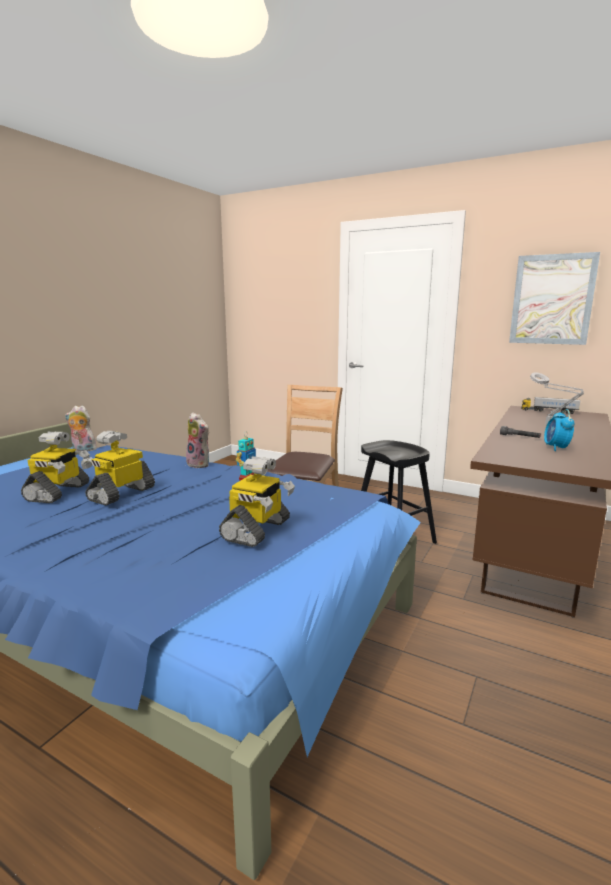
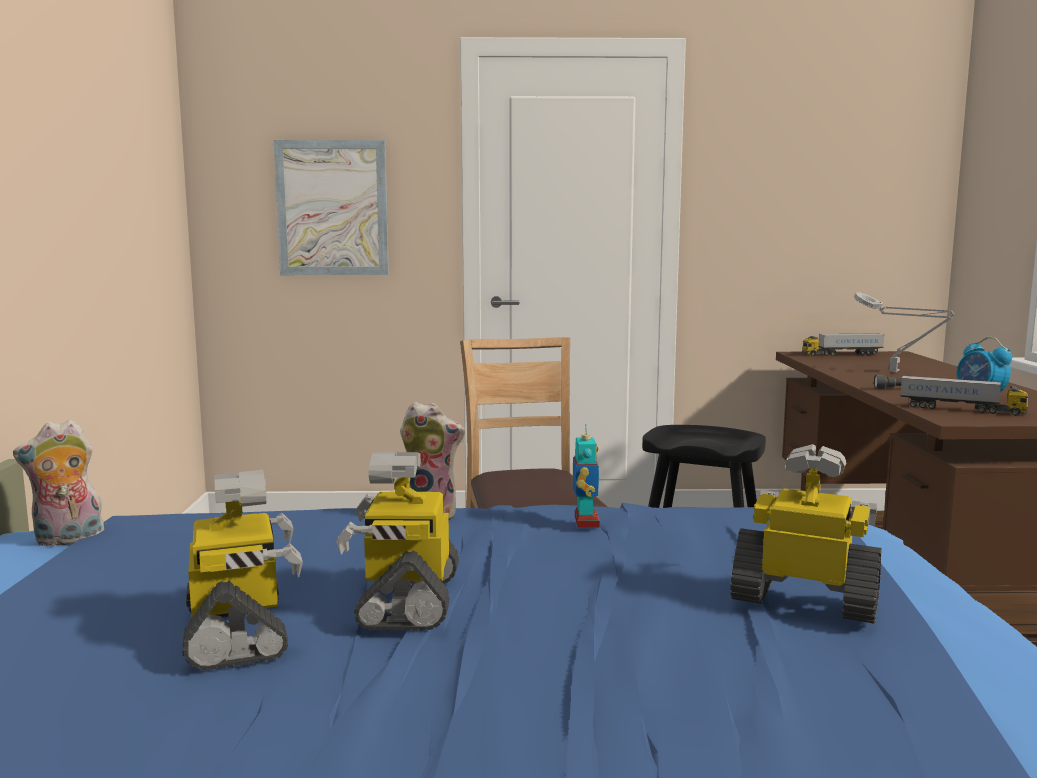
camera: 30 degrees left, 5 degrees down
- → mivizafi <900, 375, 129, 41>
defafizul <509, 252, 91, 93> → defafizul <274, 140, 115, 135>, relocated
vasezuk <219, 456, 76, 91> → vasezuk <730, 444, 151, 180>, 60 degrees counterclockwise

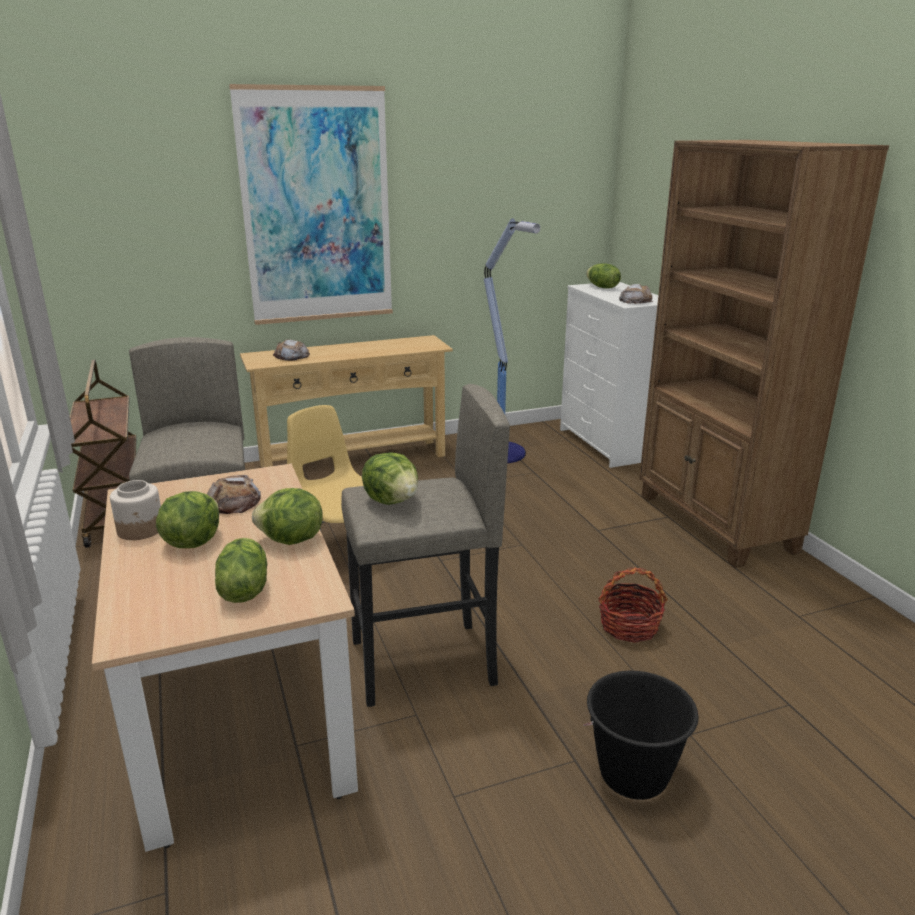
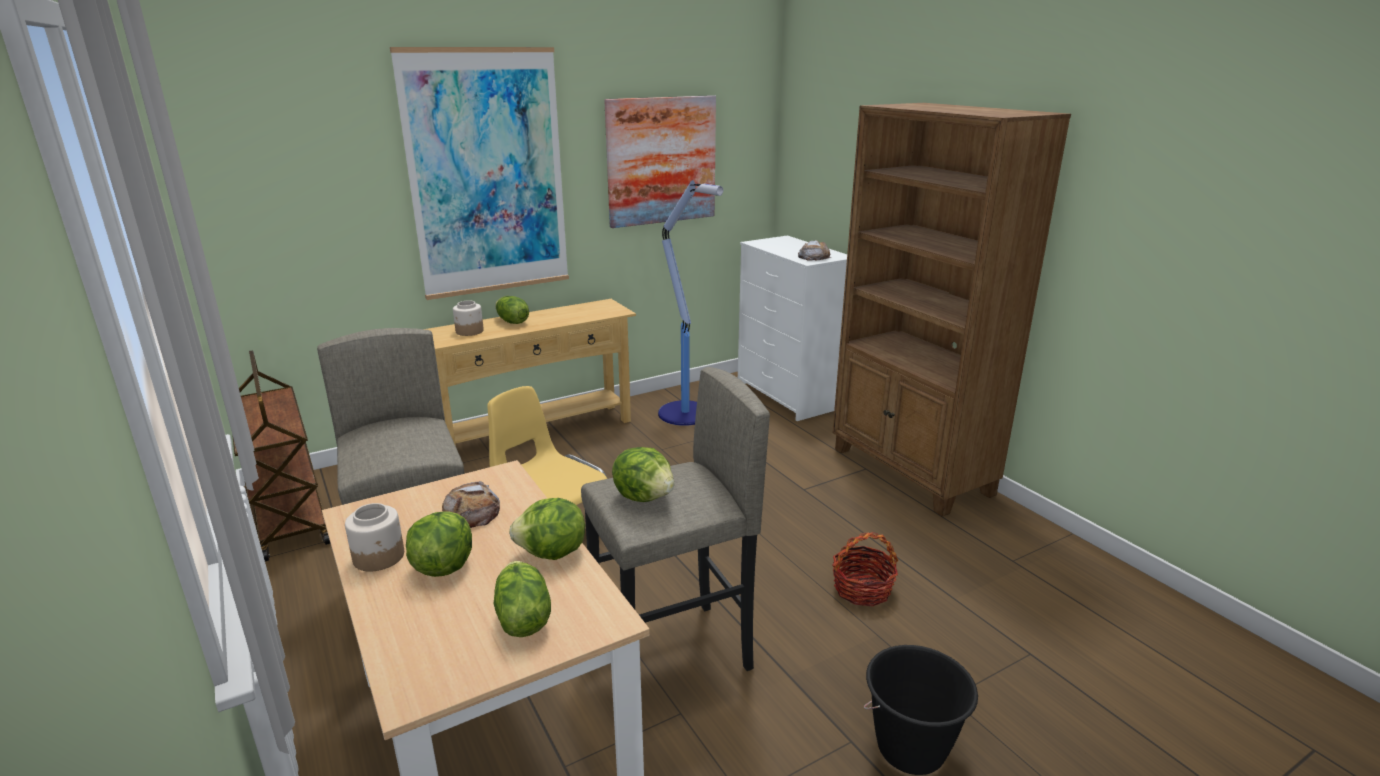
camera: 10 degrees left, 0 degrees up
- → defafizul <604, 95, 112, 133>
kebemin <586, 263, 35, 25> → kebemin <495, 296, 34, 28>, relocated
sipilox <273, 339, 37, 22> → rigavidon <453, 300, 31, 36>

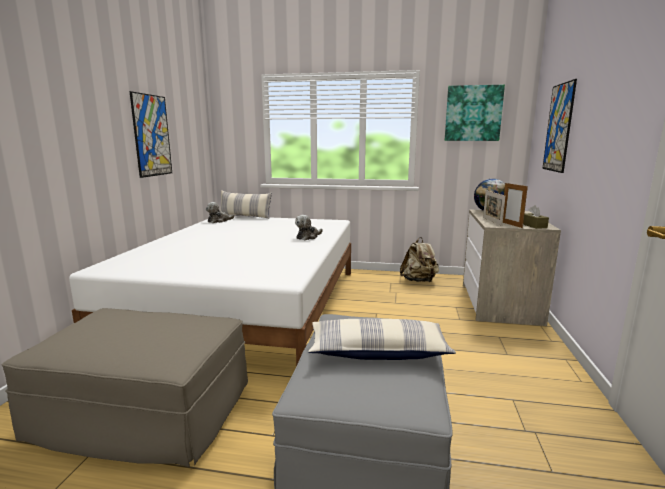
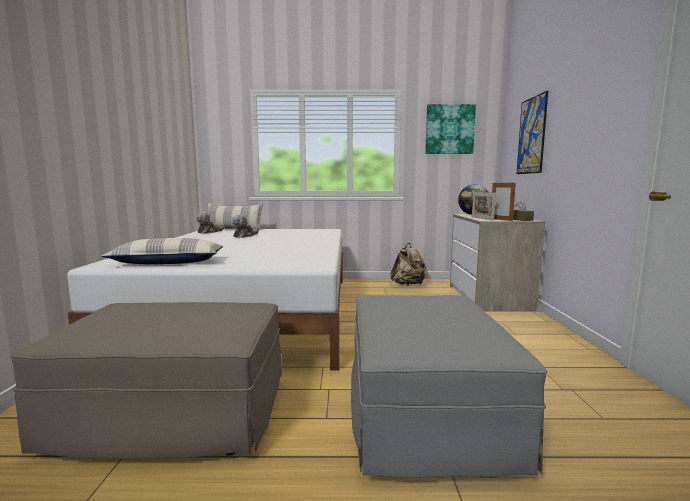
camera: 10 degrees left, 5 degrees down
defafizul <129, 91, 43, 87> → -
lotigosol <295, 215, 28, 25> → lotigosol <232, 214, 27, 24>, relocated
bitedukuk <308, 319, 148, 41> → bitedukuk <101, 238, 122, 27>, relocated

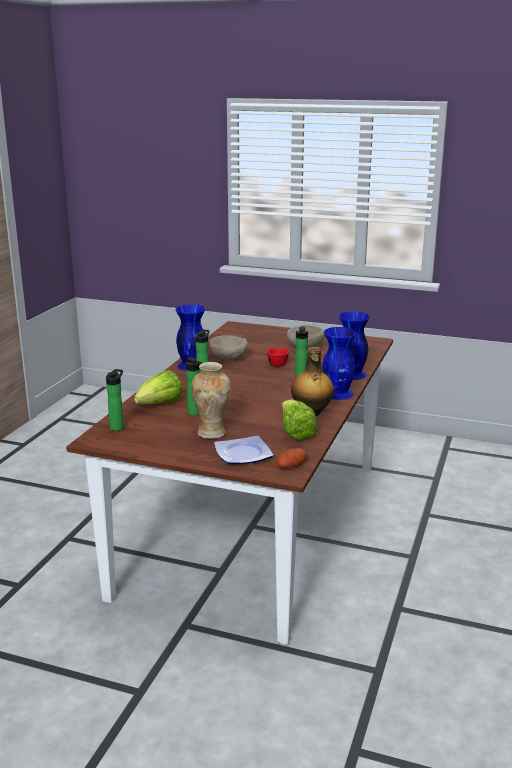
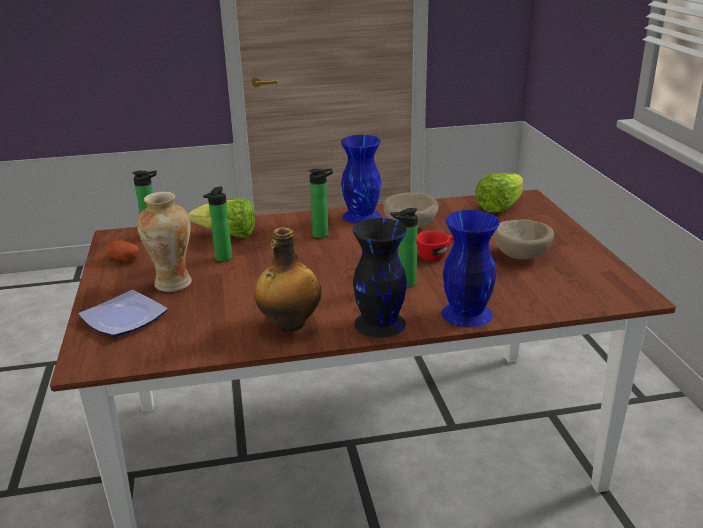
camera: 60 degrees right, 5 degrees up
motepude <276, 448, 31, 20> → motepude <105, 241, 34, 21>, relocated
kebemin <281, 399, 36, 41> → kebemin <475, 173, 48, 40>, relocated
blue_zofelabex <322, 327, 35, 73> → black_zofelabex <353, 218, 54, 120>

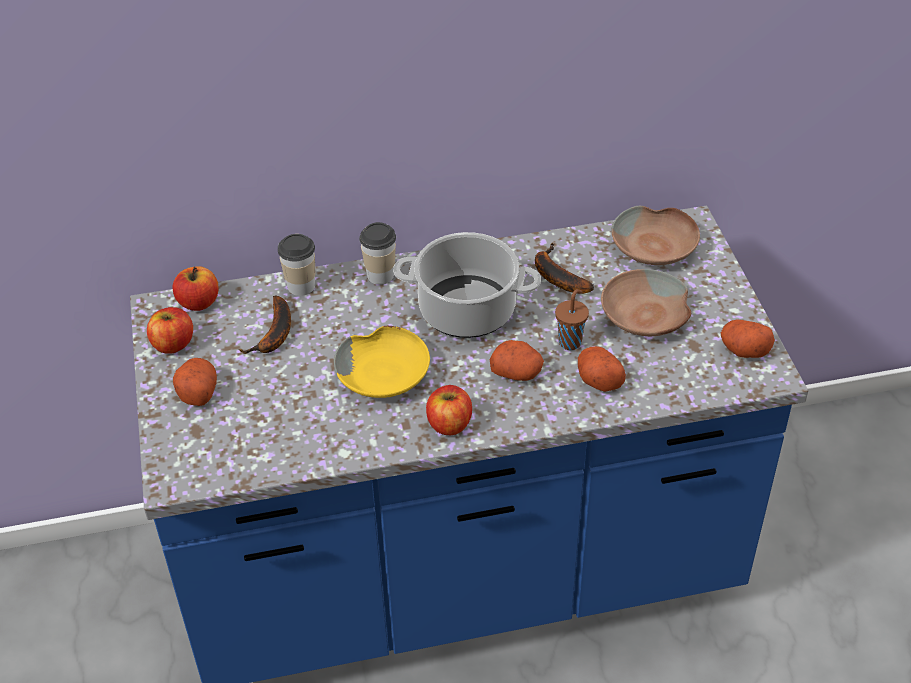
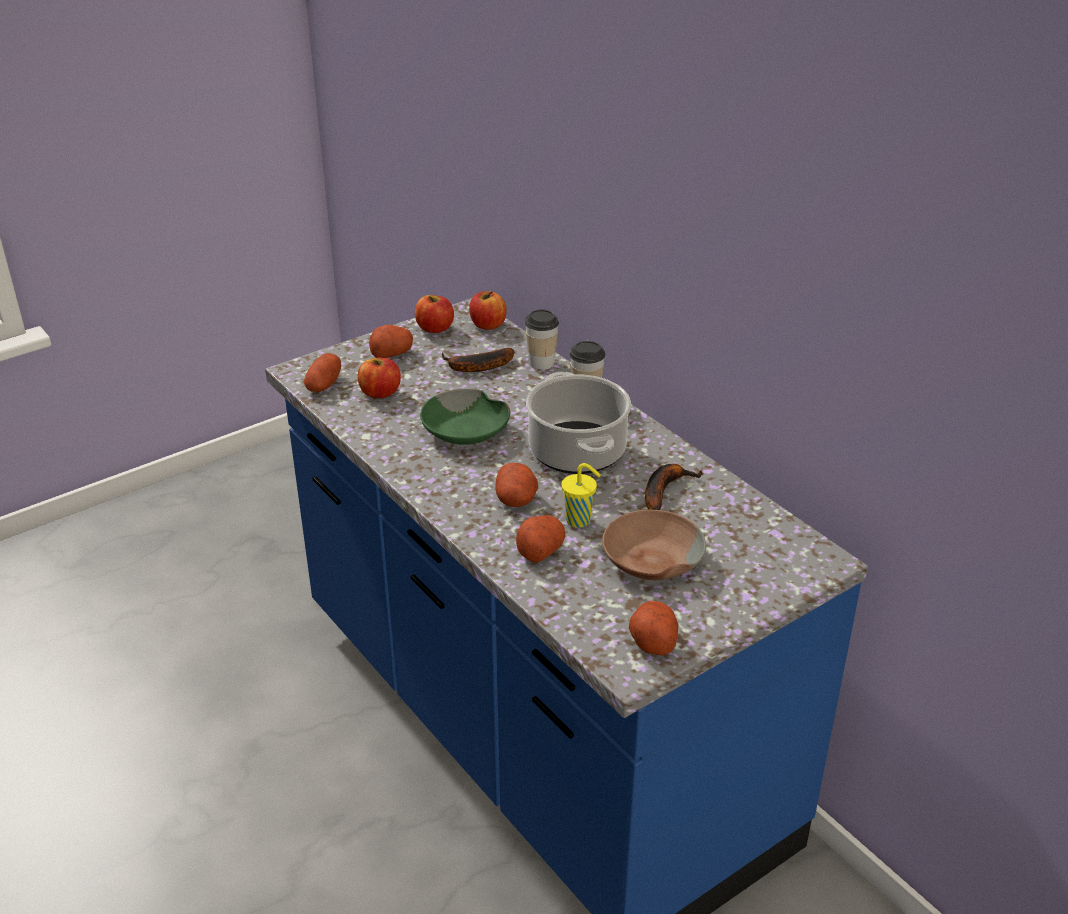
camera: 65 degrees right, 10 degrees down
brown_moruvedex <612, 206, 88, 59> → -
- → motepude <304, 353, 37, 39>
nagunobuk <426, 385, 46, 50> → nagunobuk <358, 358, 43, 40>, relocated
yellow_moruvedex <334, 326, 96, 72> → green_moruvedex <420, 388, 90, 57>
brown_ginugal <555, 289, 34, 61> → yellow_ginugal <562, 463, 39, 65>

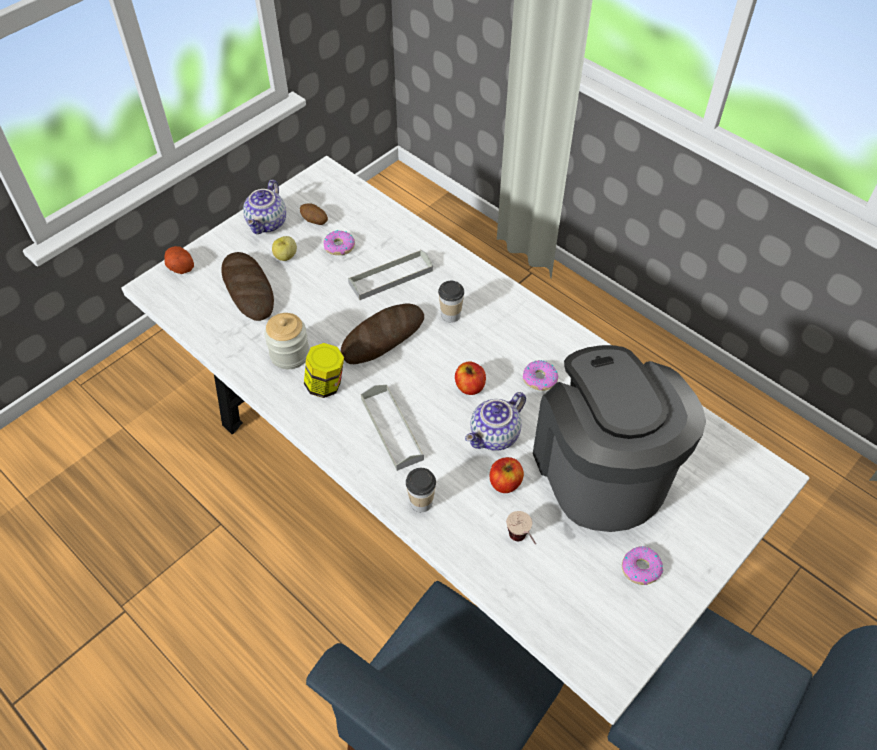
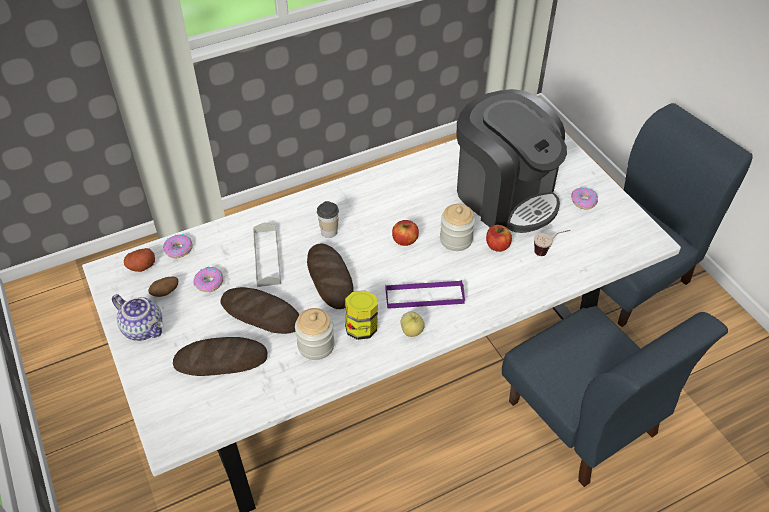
camera: 70 degrees left, 5 degrees down
ginugal <406, 468, 30, 44> → -
- → sipilox <221, 287, 78, 47>
motepude <164, 246, 30, 28> → motepude <124, 248, 31, 24>, relocated
nagunobuk <272, 236, 25, 25> → nagunobuk <400, 311, 25, 26>, relocated
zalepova <523, 360, 36, 31> → zalepova <163, 234, 30, 24>, relocated
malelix <465, 392, 61, 59> → rigavidon <440, 204, 35, 47>
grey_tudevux <361, 385, 63, 86> → purple_tudevux <386, 280, 79, 29>
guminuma <533, 345, 173, 187> → guminuma <456, 89, 111, 144>, 135 degrees counterclockwise

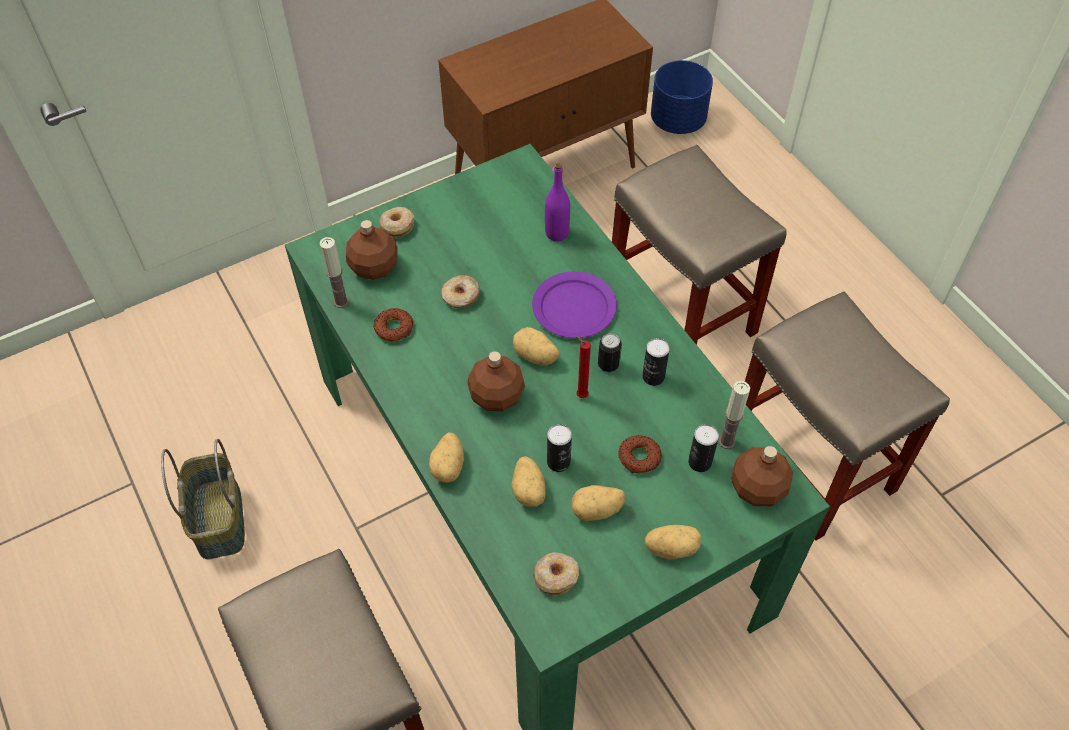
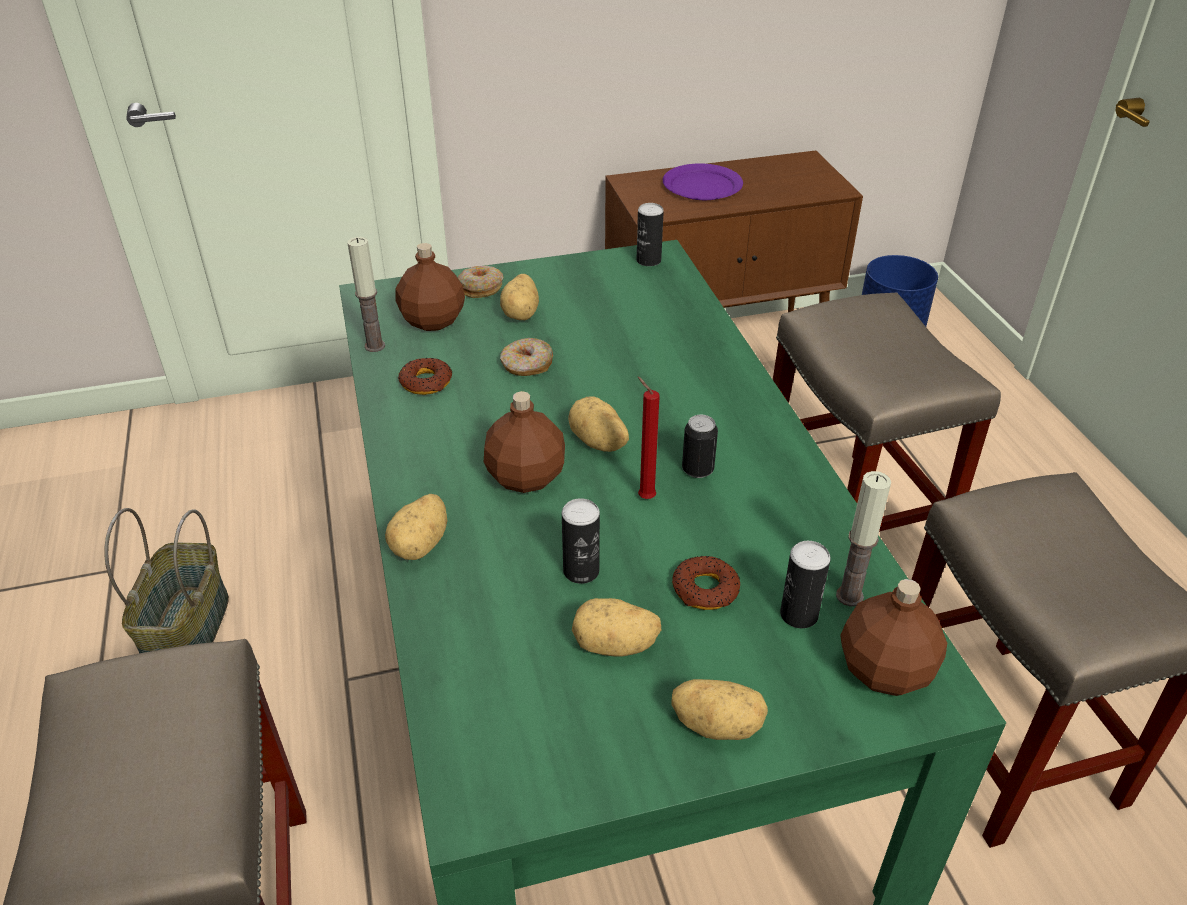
camera: 15 degrees right, 15 degrees down
zalepova <533, 552, 46, 43> → -
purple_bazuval <545, 163, 25, 78> → -
motepude <511, 456, 35, 51> → motepude <500, 274, 39, 46>, relocated
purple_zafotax <532, 271, 85, 67> → purple_zafotax <663, 163, 80, 37>, relocated
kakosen <642, 338, 28, 48> → kakosen <636, 203, 28, 63>, relocated

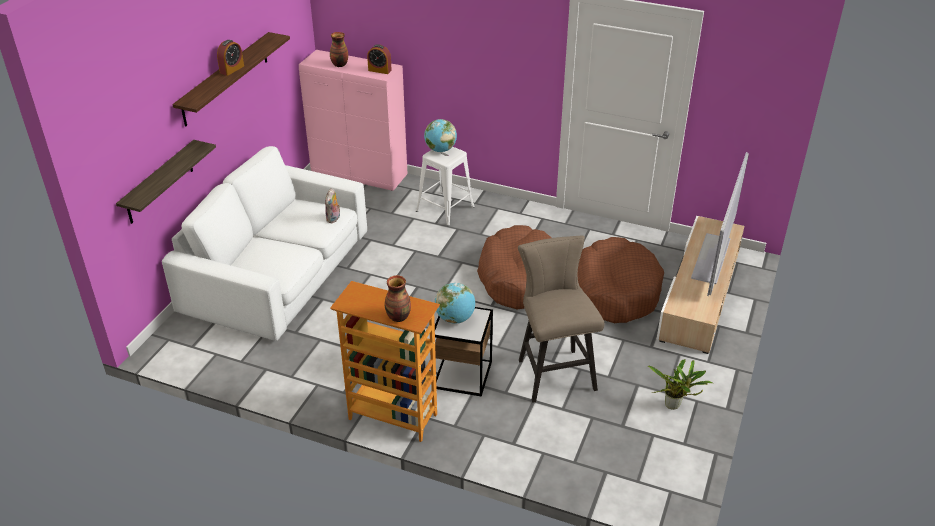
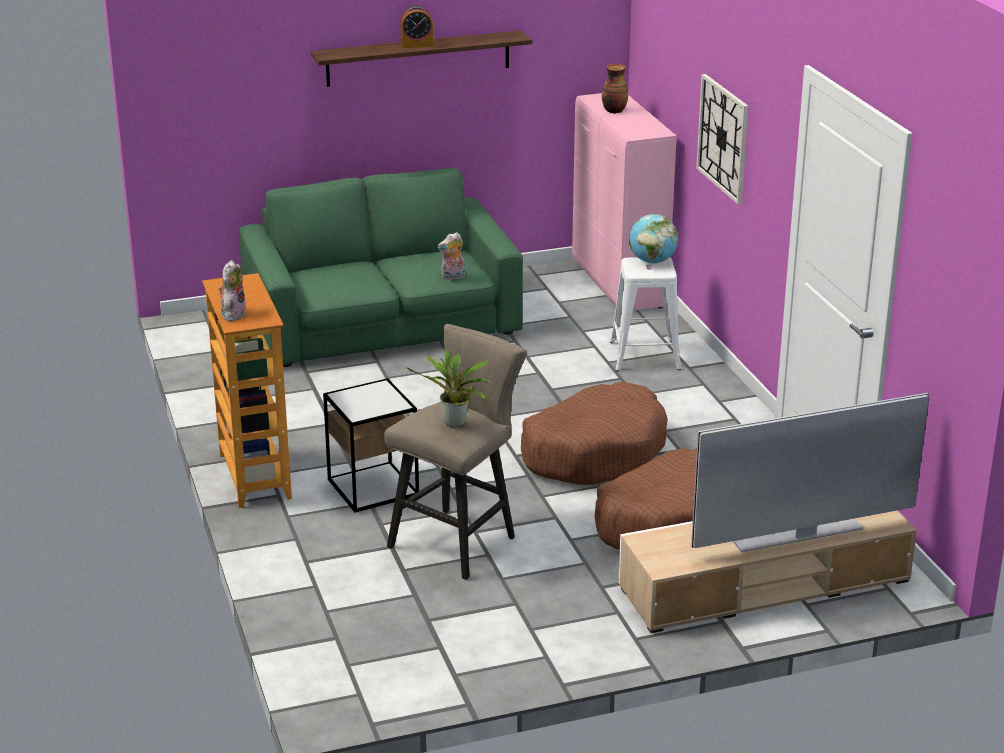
camera: 50 degrees right, 10 degrees down
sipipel <116, 140, 100, 84> → -
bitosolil <367, 44, 25, 30> → -
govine <435, 283, 40, 41> → -
- → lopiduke <696, 74, 53, 130>
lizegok <648, 359, 64, 51> → lizegok <407, 349, 82, 78>, relocated
zofelabex <385, 275, 26, 47> → lotigosol <219, 260, 28, 61>
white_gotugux <162, 146, 205, 195> → green_gotugux <239, 168, 284, 199>

